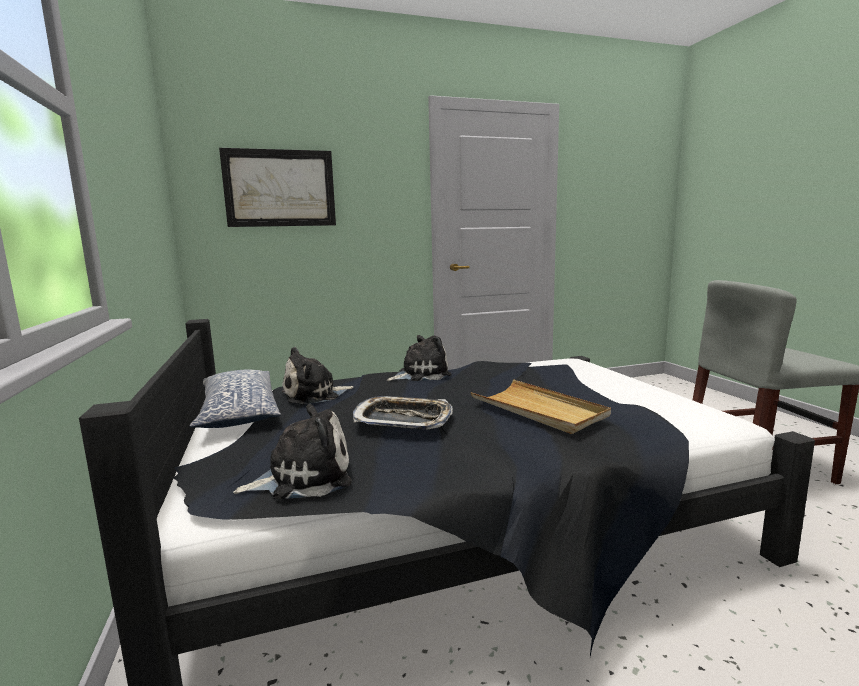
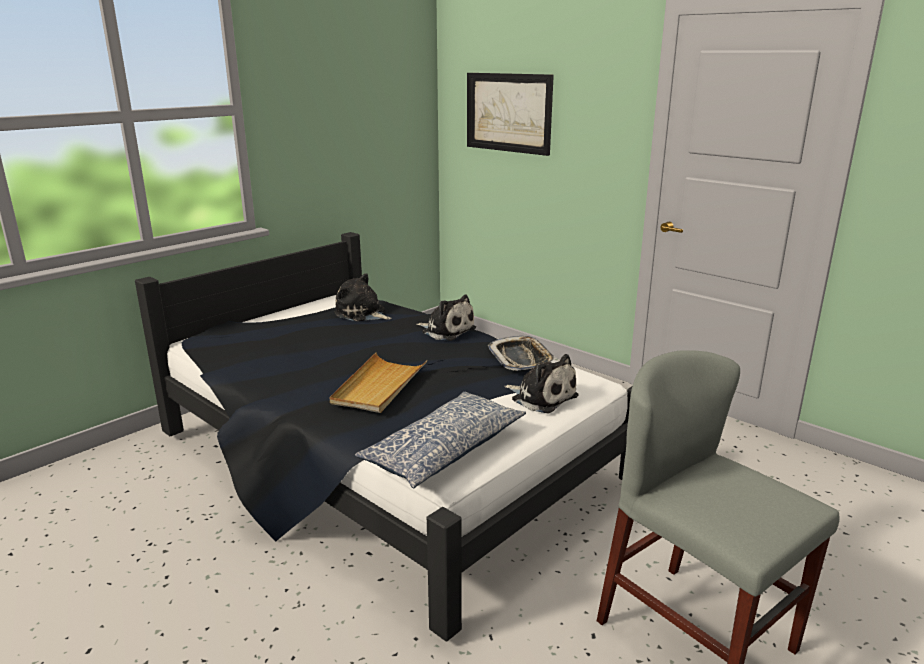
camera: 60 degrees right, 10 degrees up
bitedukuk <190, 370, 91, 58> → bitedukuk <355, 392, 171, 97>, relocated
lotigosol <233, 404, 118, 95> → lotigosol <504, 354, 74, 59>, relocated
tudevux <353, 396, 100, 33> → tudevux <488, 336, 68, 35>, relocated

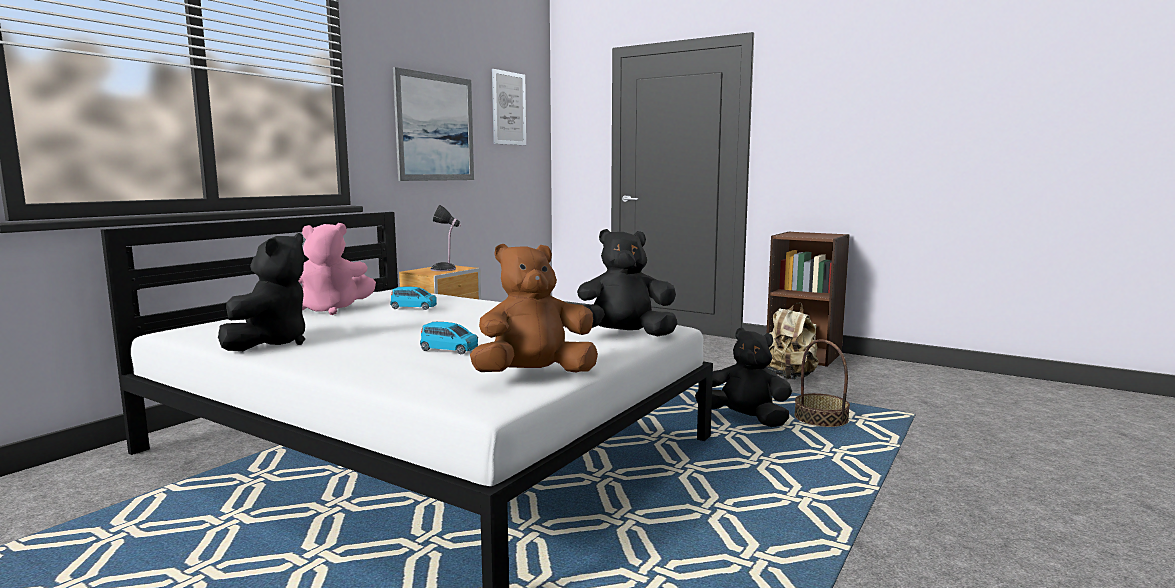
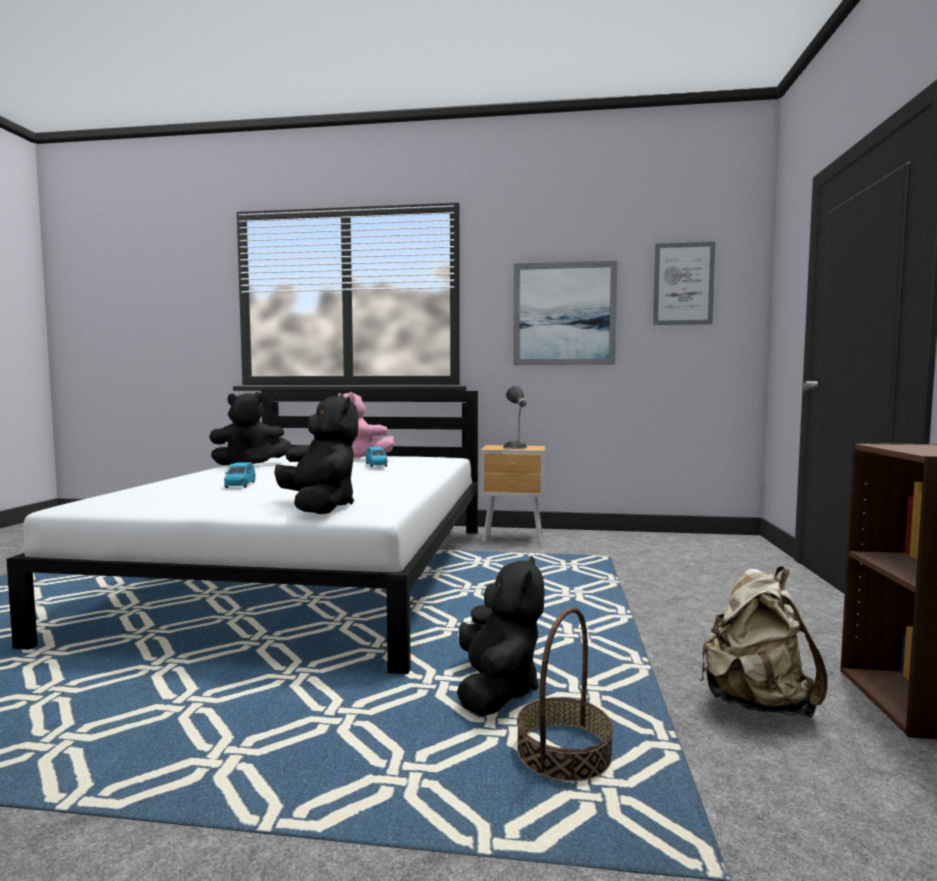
camera: 65 degrees right, 5 degrees down
brown_lotigosol <470, 244, 128, 129> → -

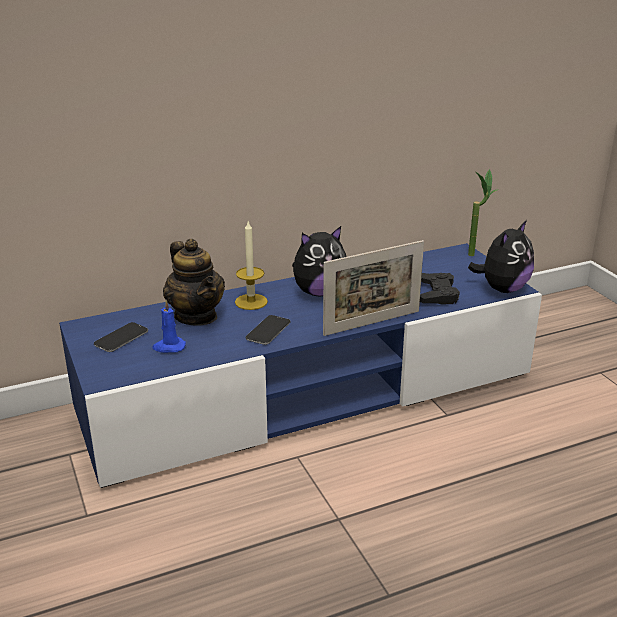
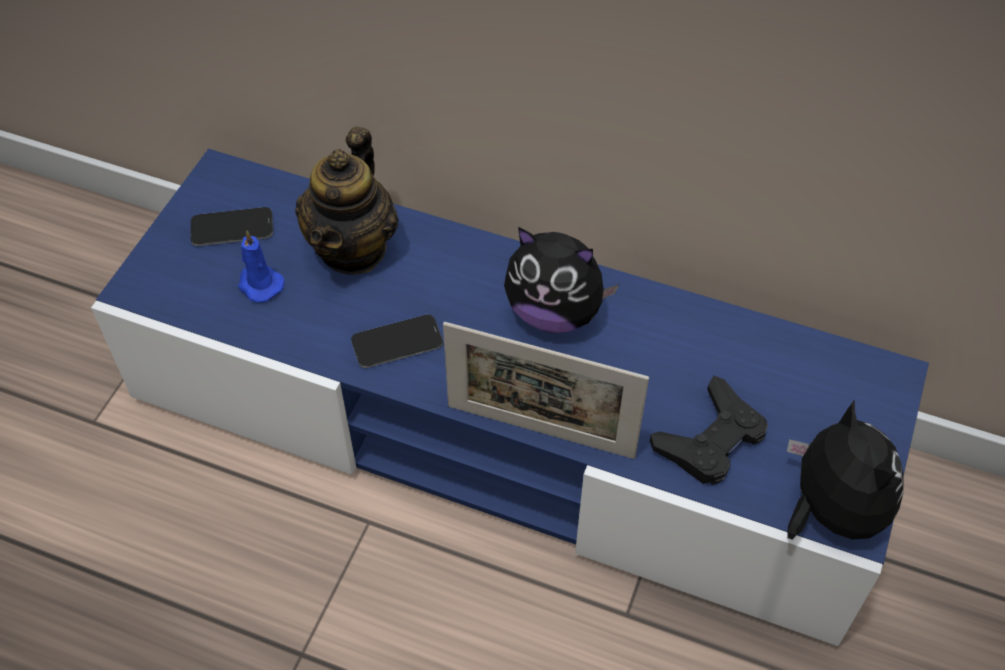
camera: 45 degrees right, 25 degrees up
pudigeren <235, 221, 33, 89> → -
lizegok <468, 169, 29, 87> → -
lotigosol <468, 220, 66, 73> → lotigosol <787, 400, 117, 140>, 105 degrees counterclockwise

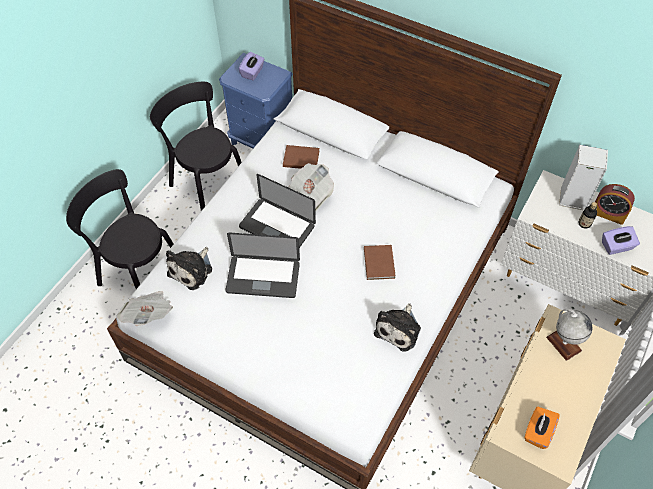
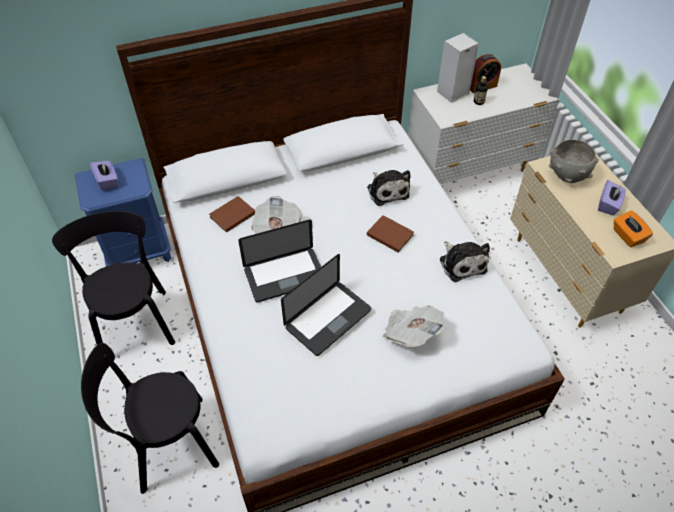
camera: 50 degrees left, 5 degrees down
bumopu <117, 291, 56, 35> → bumopu <383, 306, 61, 41>, relocated
lotigosol <166, 247, 46, 43> → lotigosol <367, 170, 43, 36>, relocated
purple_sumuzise <602, 226, 38, 29> → purple_sumuzise <598, 180, 28, 35>, relocated
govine <546, 309, 47, 52> → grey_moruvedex <549, 140, 50, 43>
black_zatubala <150, 82, 92, 129> → black_zatubala <52, 211, 123, 134>, 75 degrees clockwise

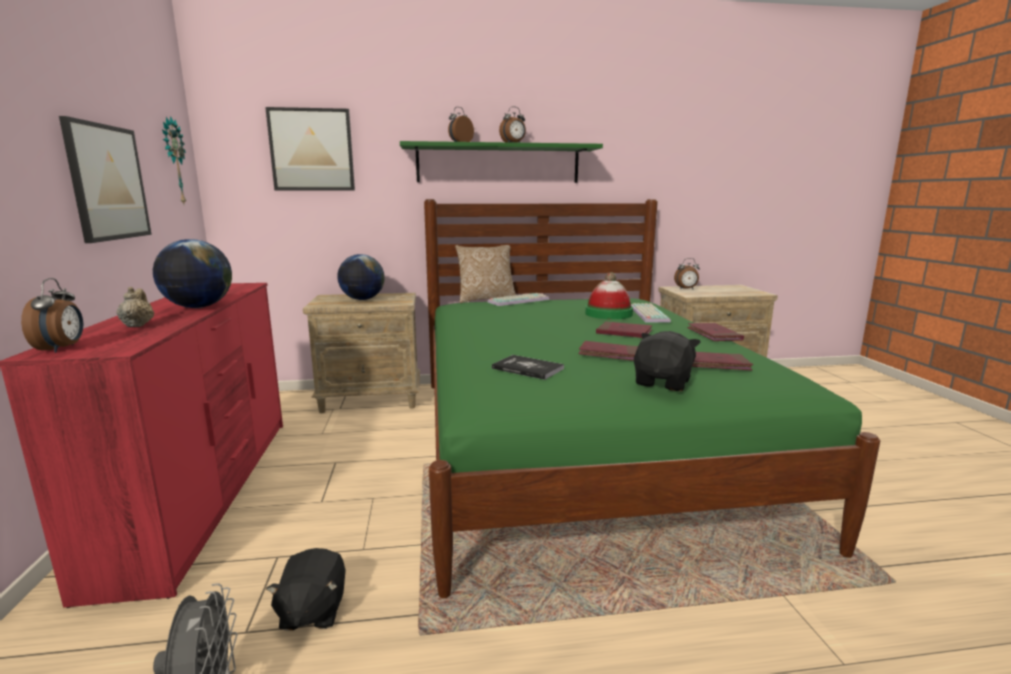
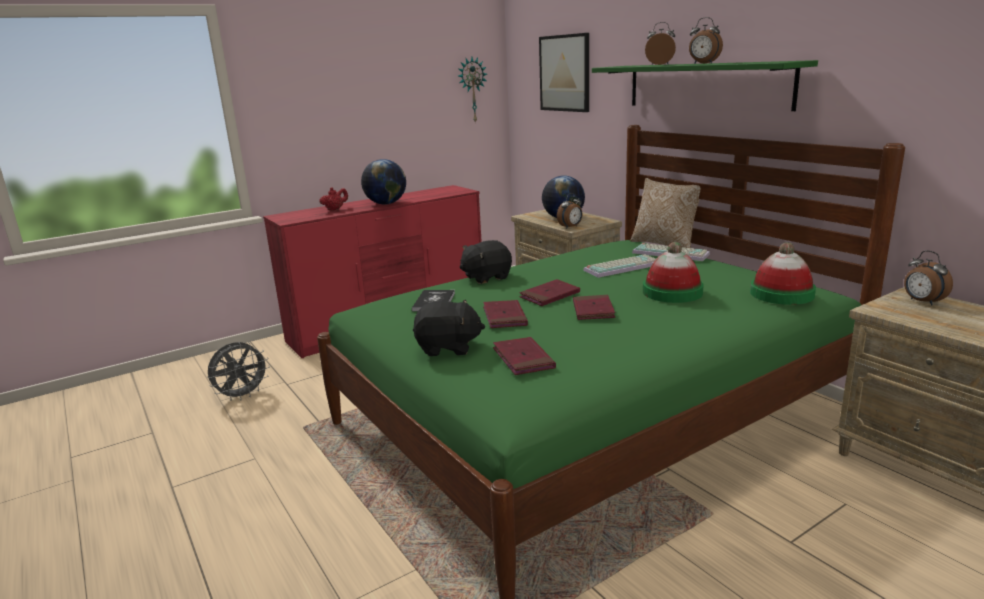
camera: 65 degrees right, 5 degrees up
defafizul <59, 116, 93, 127> → -
- → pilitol <750, 242, 66, 63>
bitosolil <21, 278, 62, 75> → bitosolil <557, 193, 25, 36>, relocated
black_lotigosol <266, 548, 80, 83> → black_lotigosol <460, 240, 52, 44>, relocated
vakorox <631, 303, 40, 20> → vakorox <583, 254, 73, 24>, relocated
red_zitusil <687, 323, 57, 18> → red_zitusil <519, 279, 61, 27>, relocated
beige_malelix <117, 287, 37, 40> → red_malelix <320, 187, 28, 24>

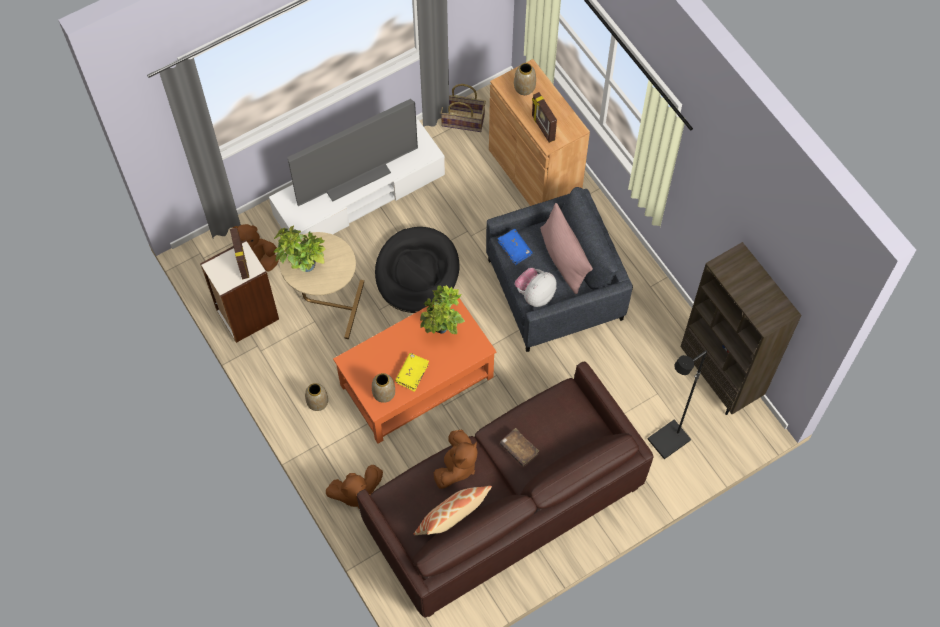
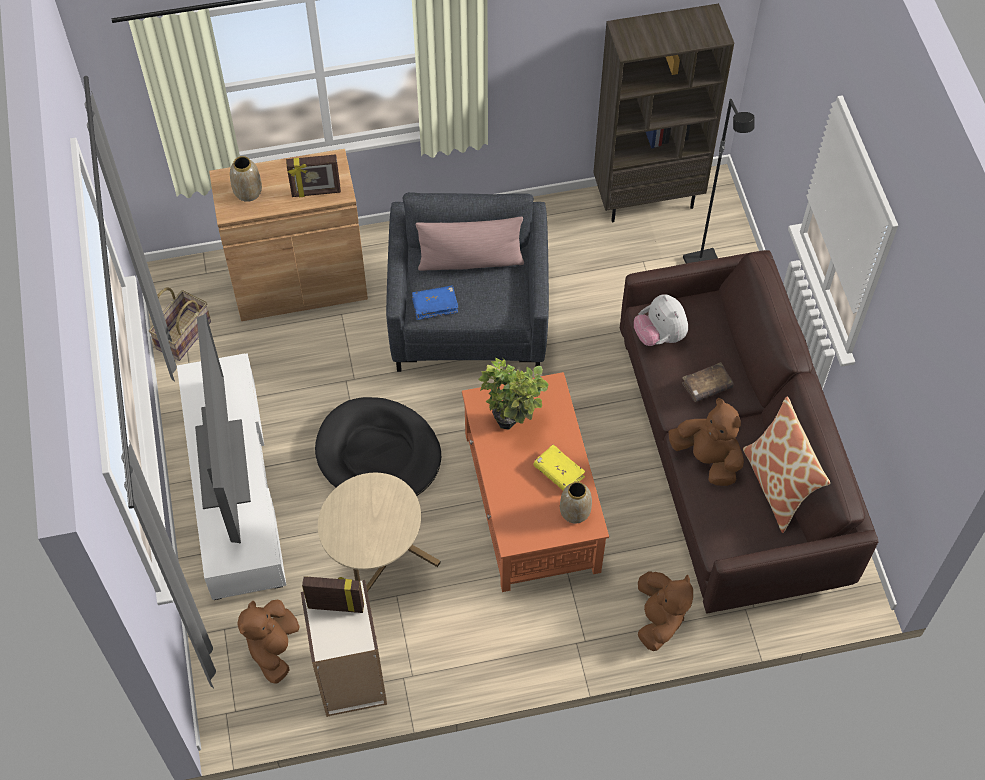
camera: 70 degrees left, 5 degrees down
lizegok <273, 225, 52, 47> → -
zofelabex <305, 383, 23, 28> → -
lotigosol <515, 268, 42, 39> → lotigosol <634, 295, 54, 51>, relocated

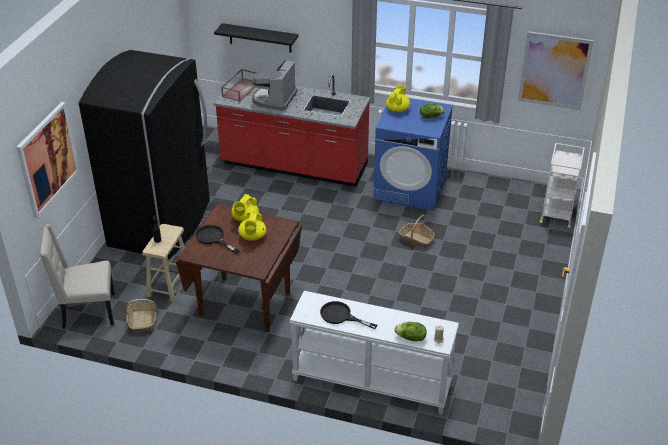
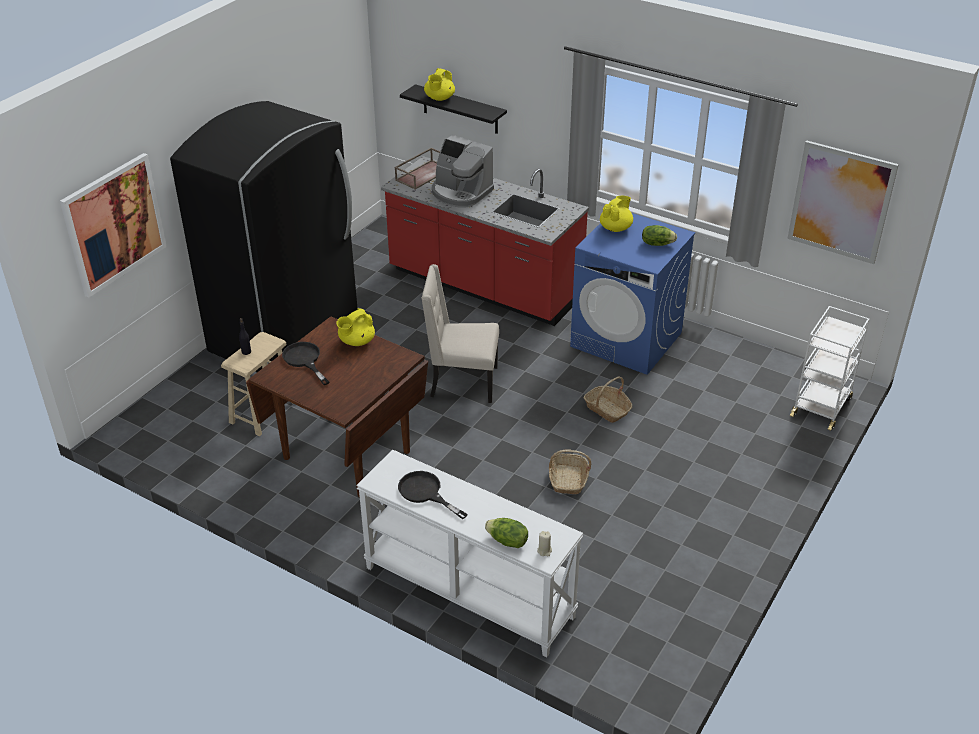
camera: 15 degrees right, 0 degrees up
beige_zatubala <40, 224, 75, 105> → beige_zatubala <421, 264, 78, 139>, relocated
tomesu <125, 299, 32, 33> → tomesu <549, 450, 43, 44>, relocated
yellow_malelix <238, 212, 28, 29> → yellow_malelix <424, 68, 31, 33>, relocated
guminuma <252, 60, 45, 51> → guminuma <432, 135, 62, 72>, 90 degrees counterclockwise

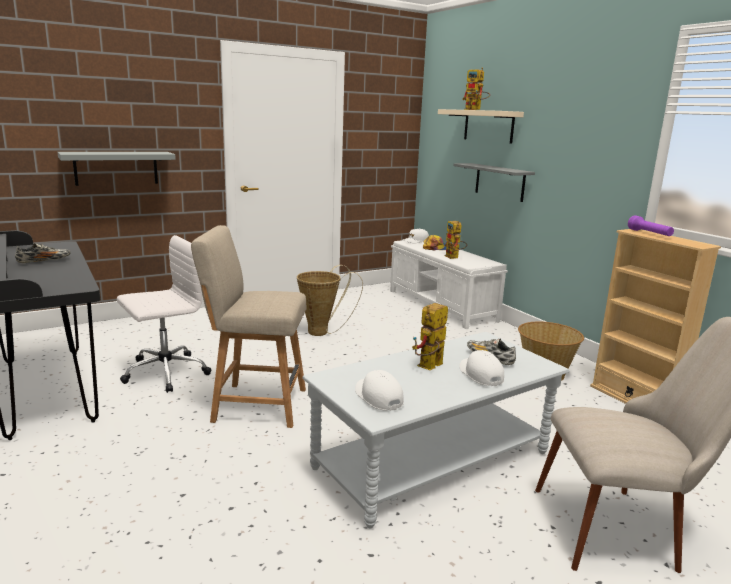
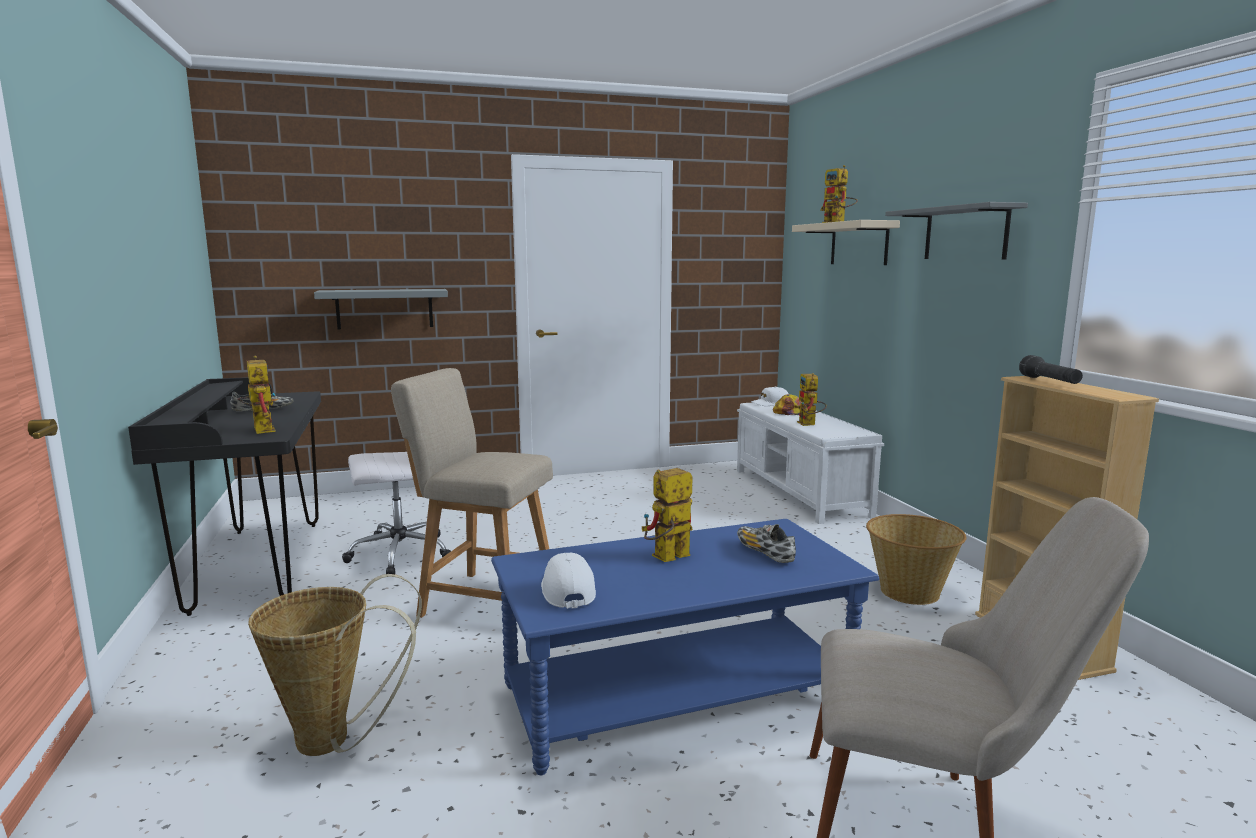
camera: 15 degrees right, 5 degrees down
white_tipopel <459, 350, 45, 36> → -
- → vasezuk <238, 356, 38, 78>
tomesu <297, 265, 66, 71> → tomesu <248, 574, 174, 182>, relocated
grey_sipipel <453, 163, 82, 39> → grey_sipipel <885, 202, 143, 57>, relocated
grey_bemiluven <302, 332, 267, 196> → blue_bemiluven <491, 519, 388, 256>
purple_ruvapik <628, 215, 46, 21> → black_ruvapik <1019, 355, 64, 29>

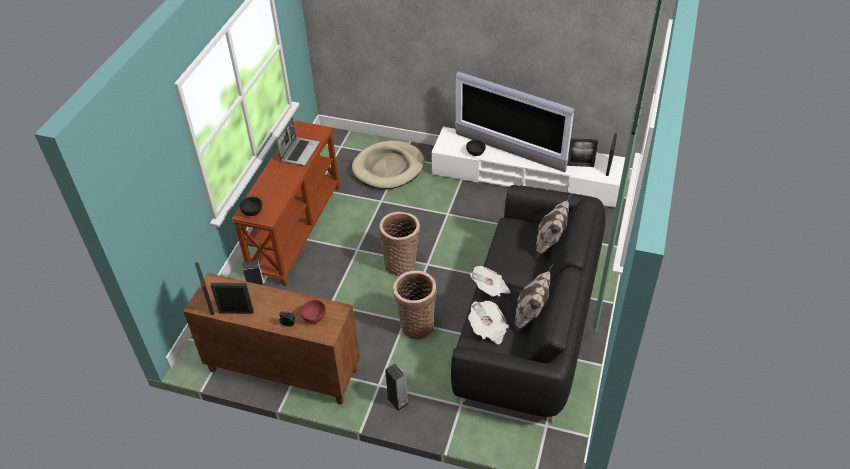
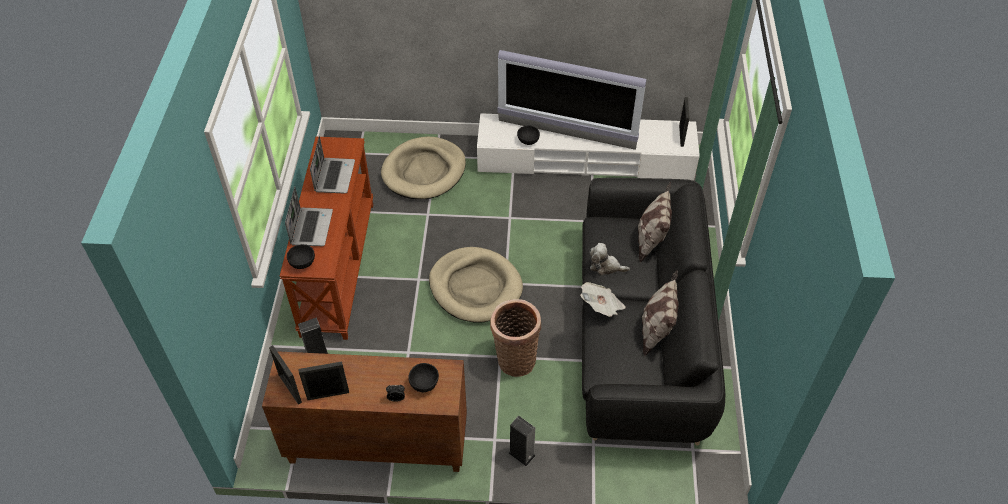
camera: 15 degrees left, 5 degrees up
bumopu <468, 301, 41, 43> → -
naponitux <567, 138, 31, 29> → -
- → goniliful <285, 186, 48, 60>
- → lotigosol <590, 243, 40, 32>
tomesu <379, 212, 41, 64> → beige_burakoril <429, 247, 94, 76>
red_moruvedex <300, 300, 26, 23> → black_moruvedex <408, 363, 31, 29>

